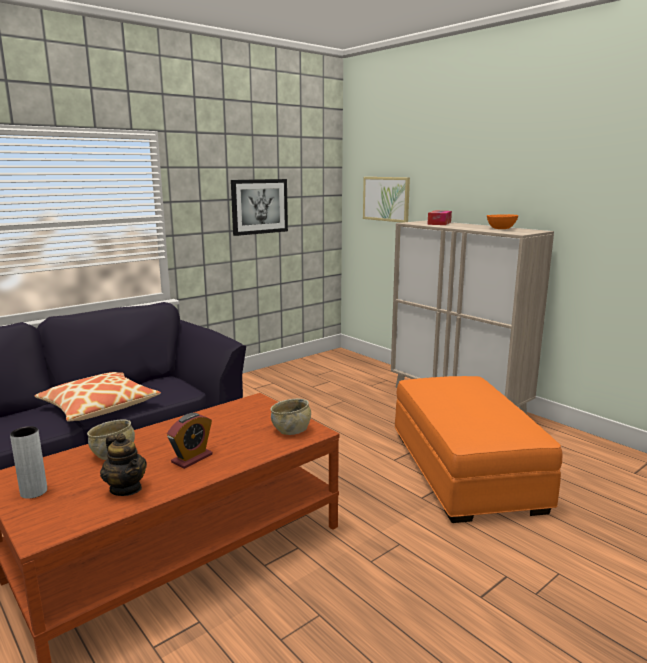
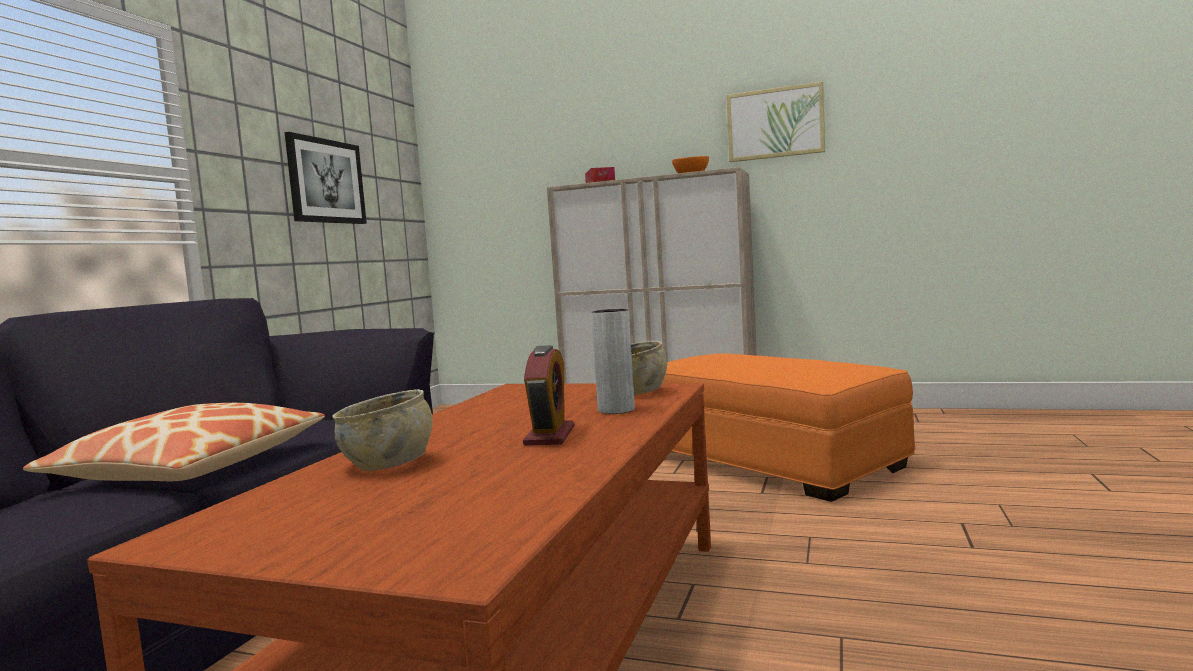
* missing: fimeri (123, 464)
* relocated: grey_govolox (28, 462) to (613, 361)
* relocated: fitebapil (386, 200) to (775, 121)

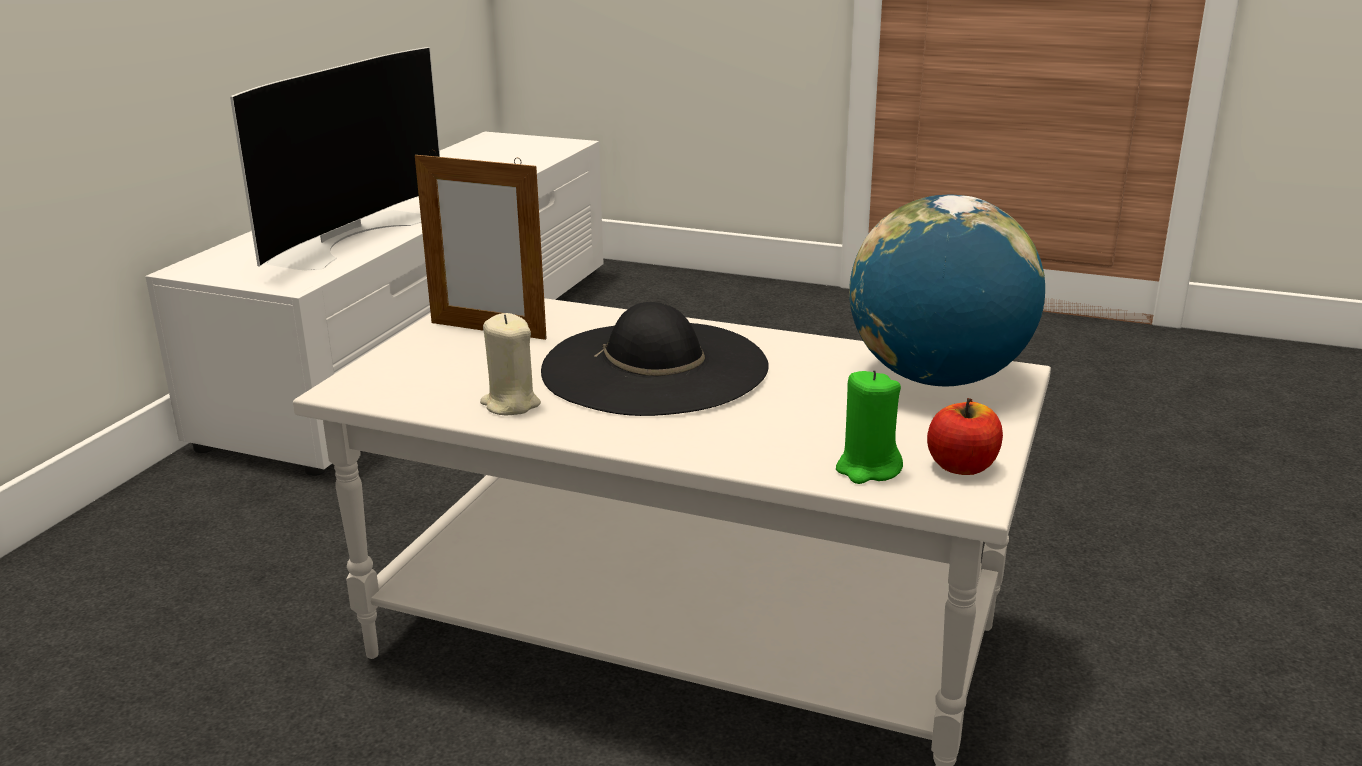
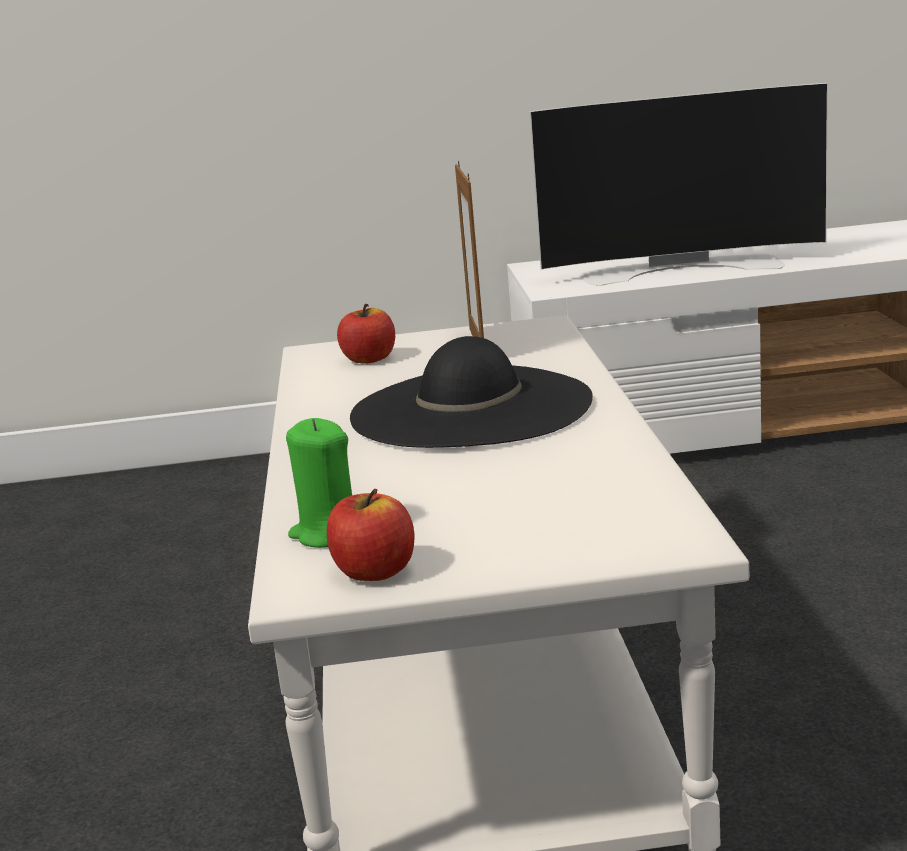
* missing: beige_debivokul (510, 364)
* missing: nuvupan (947, 290)
* appeared: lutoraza (366, 333)

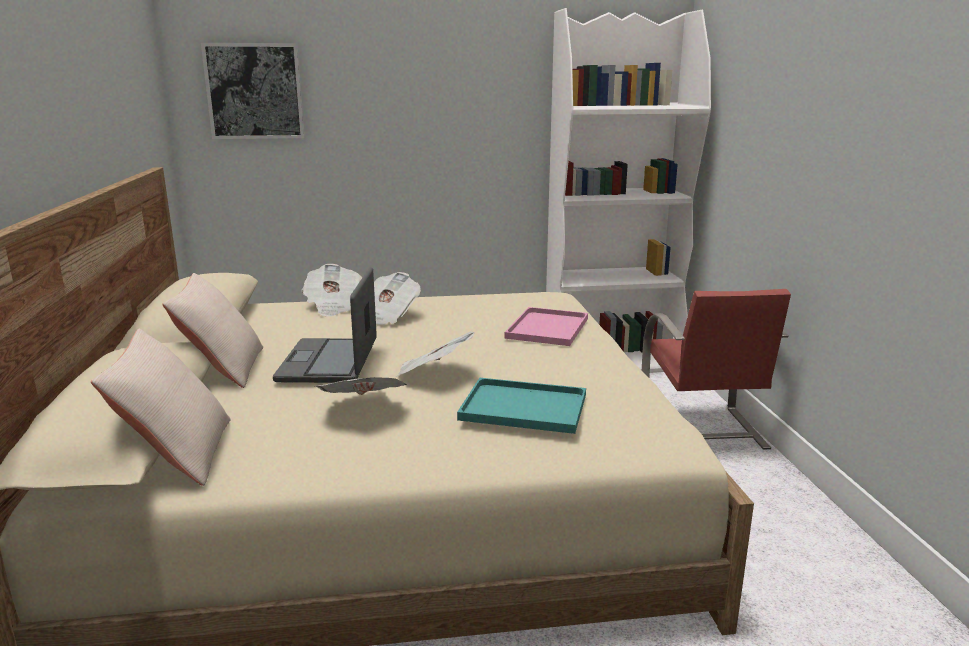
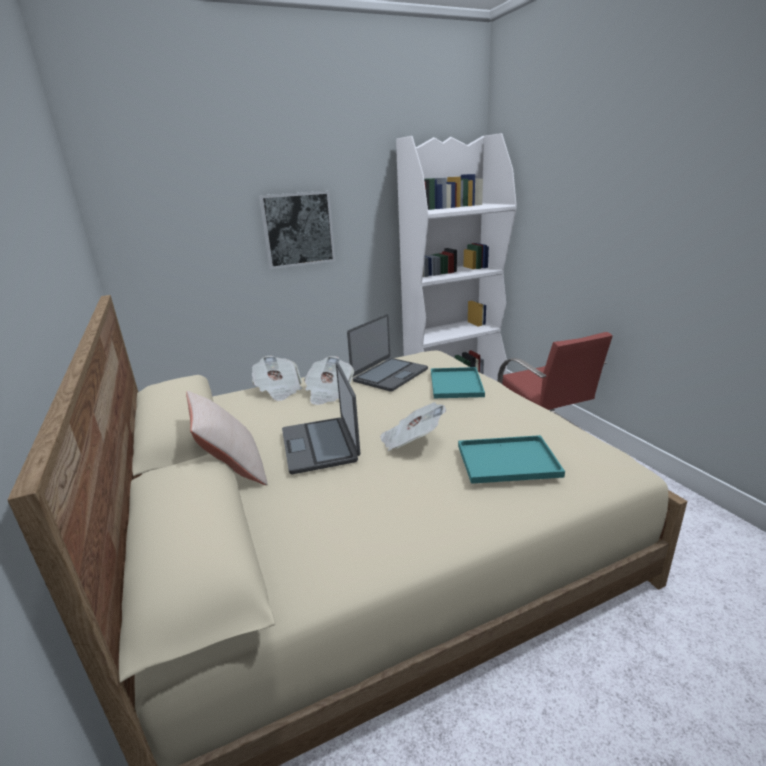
* missing: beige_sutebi (160, 407)
* missing: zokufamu (361, 386)
* appeared: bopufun (387, 353)
* relocated: fitebapil (253, 91) to (297, 230)
* colour: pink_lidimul (546, 326) to turquoise_lidimul (458, 382)

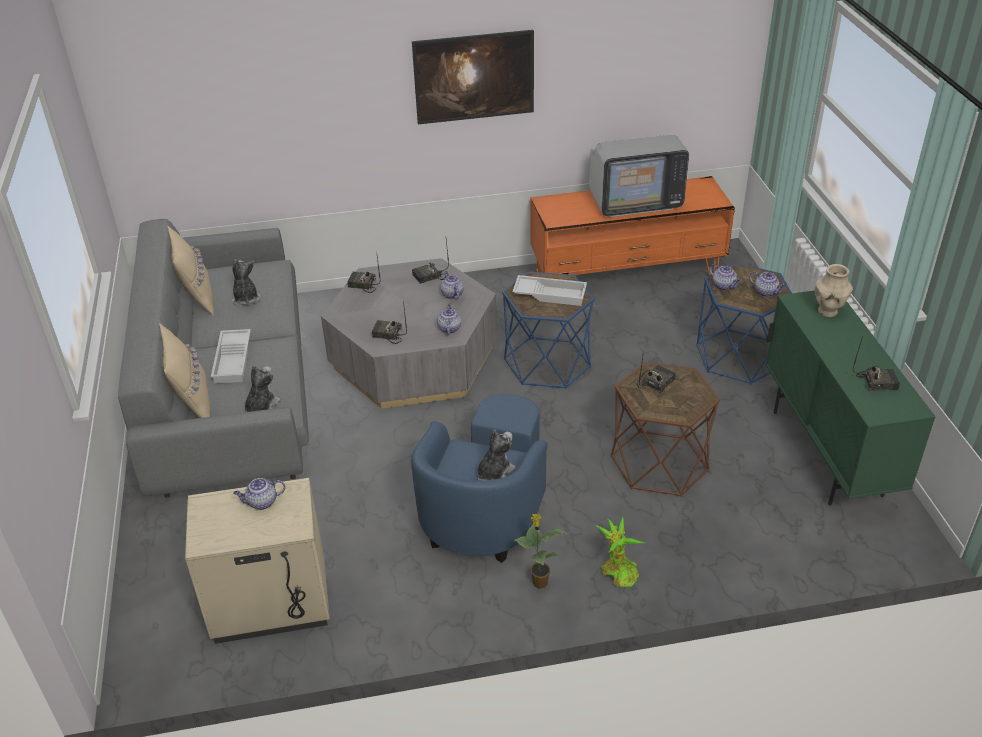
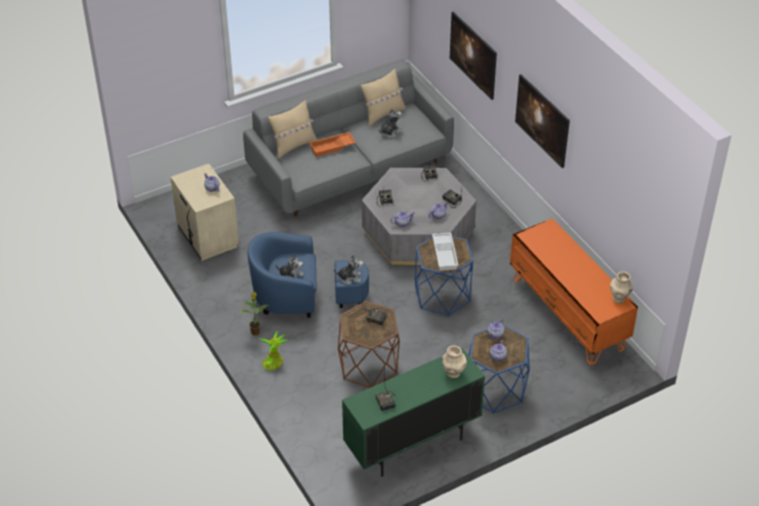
* missing: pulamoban (639, 176)
* appeared: fitebapil (473, 56)
* appeared: beige_govolox (621, 287)
* relocated: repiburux (262, 388) to (348, 270)
* colour: white_lidimul (231, 356) to orange_lidimul (332, 144)

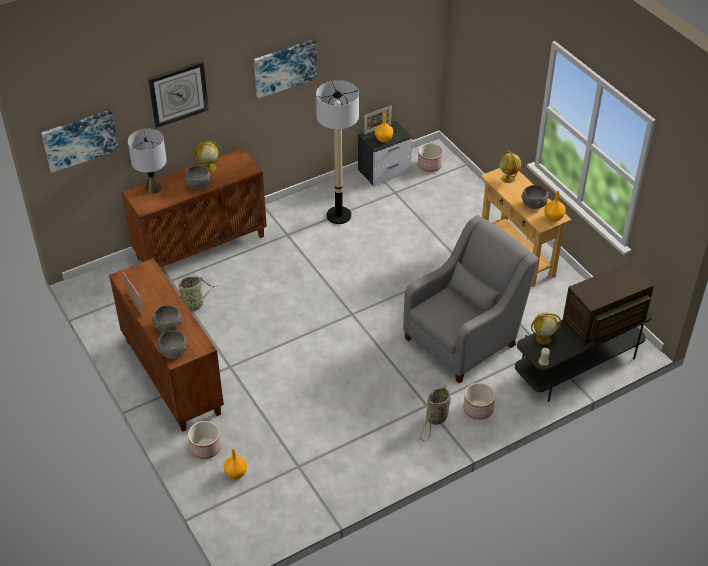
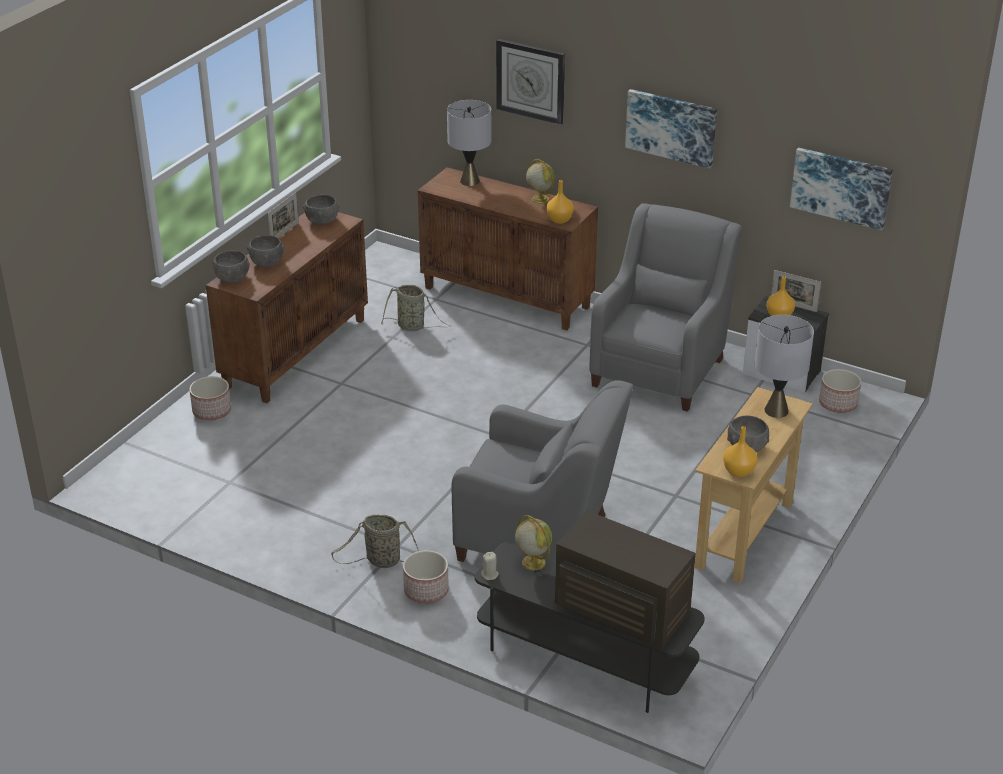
* relocated: fitebapil (80, 141) to (841, 189)
* relocated: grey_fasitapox (198, 177) to (321, 209)
* relocated: orange_govolox (235, 464) to (560, 202)
* exchanged: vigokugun (337, 152) to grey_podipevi (665, 307)
* exchanged: nuvupan (510, 166) to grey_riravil (784, 366)

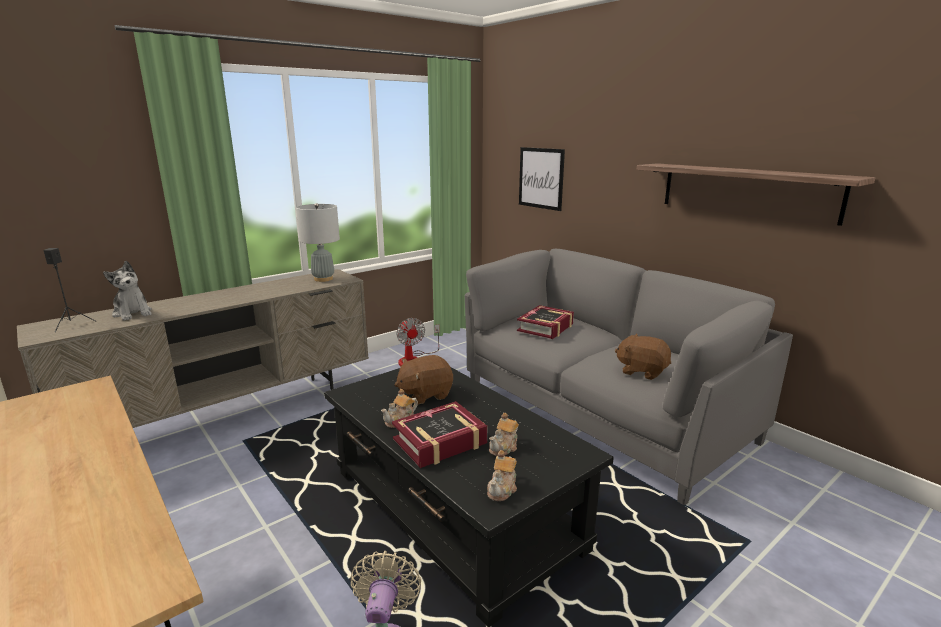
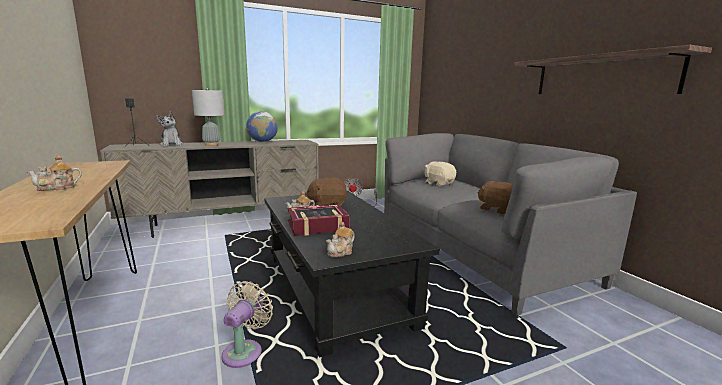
* missing: fitebapil (542, 179)
* appeared: nuvupan (262, 126)
* relocated: grey_riravil (318, 242) to (208, 117)
* relocated: fimeri (504, 434) to (54, 173)
* exchanged: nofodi (545, 322) to beige_repiburux (440, 174)

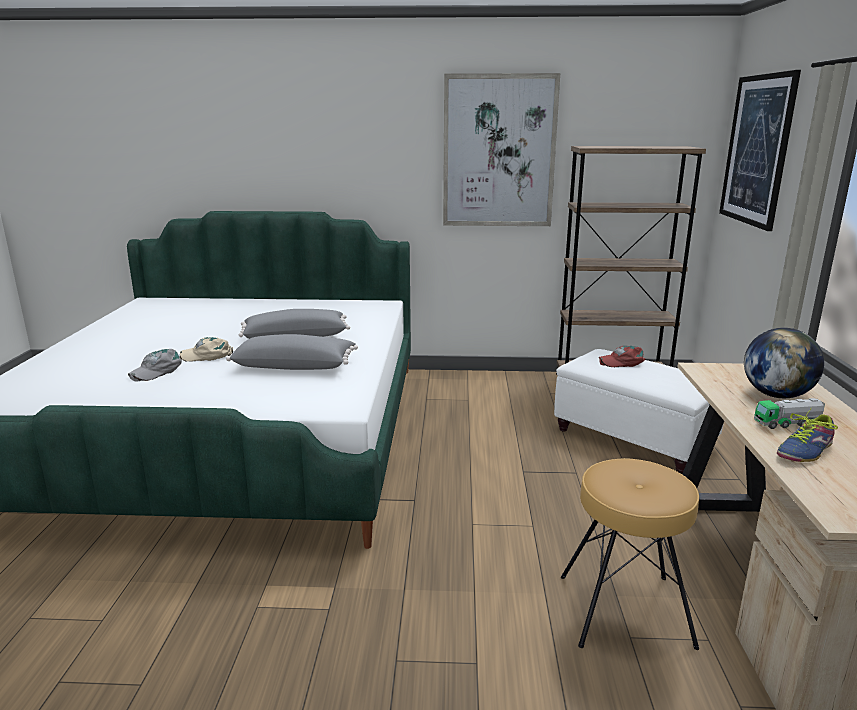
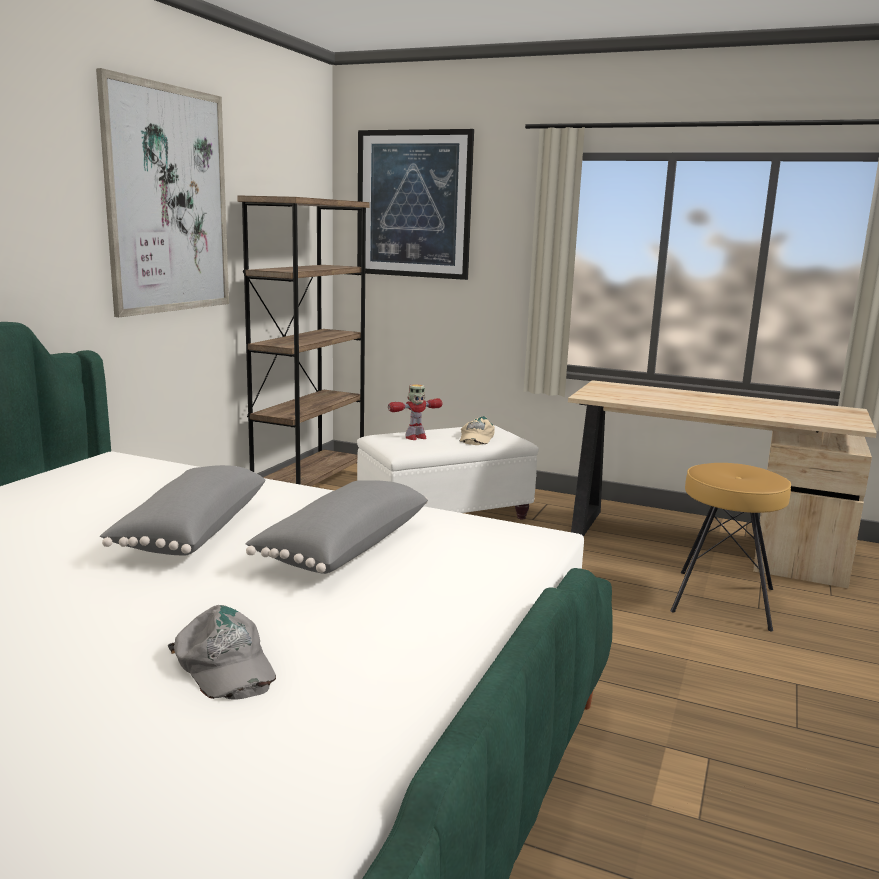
* missing: nuvupan (784, 363)
* missing: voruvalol (789, 413)
* missing: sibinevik (807, 435)
* relocated: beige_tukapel (206, 349) to (477, 430)
* exchanged: red_tukapel (622, 356) to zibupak (415, 412)

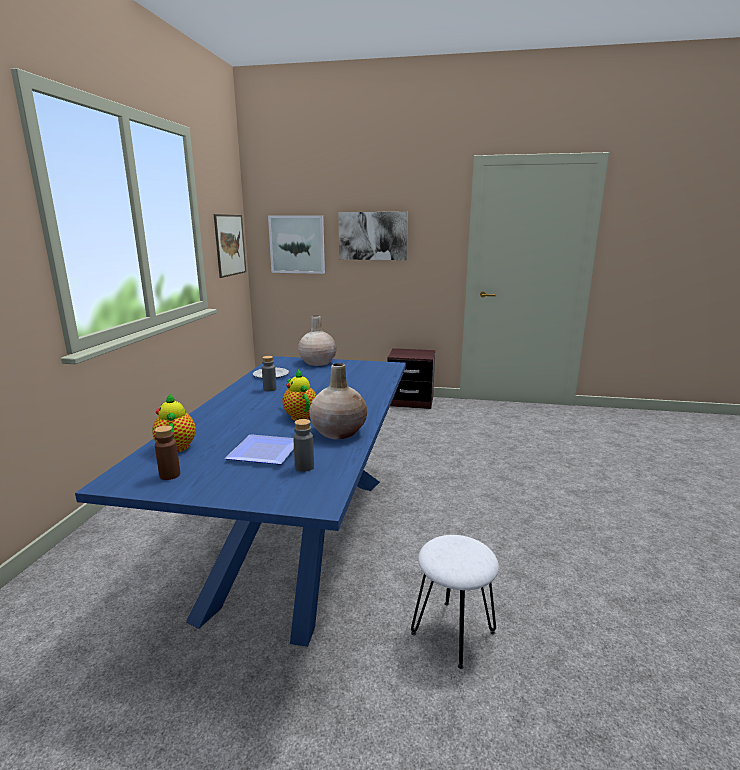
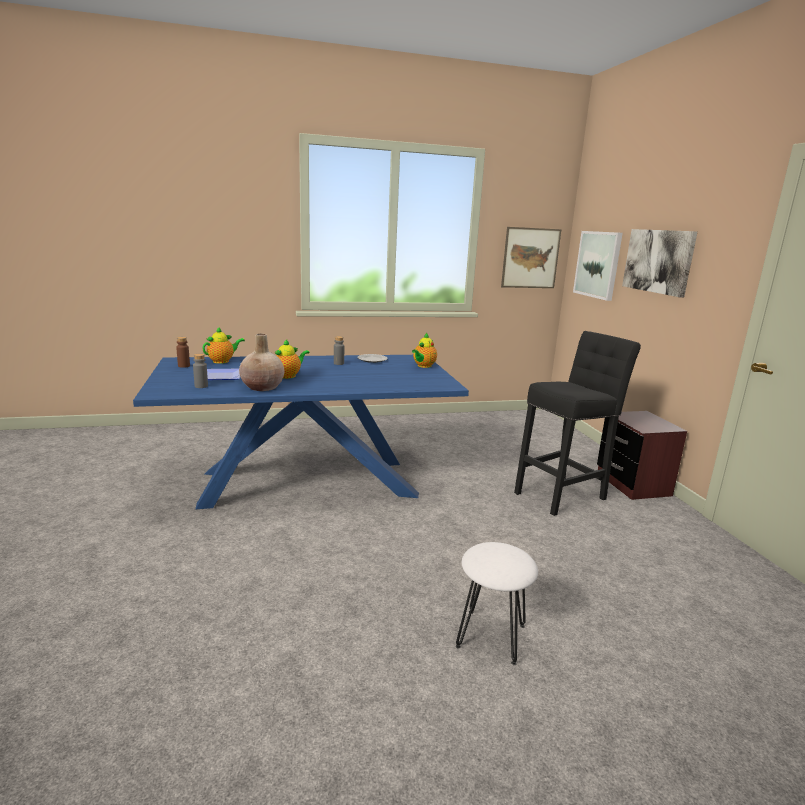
* appeared: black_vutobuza (577, 423)
* relocated: white_vutobuza (455, 602) to (497, 603)
* exchanged: beige_govolox (317, 340) to fimeri (424, 350)

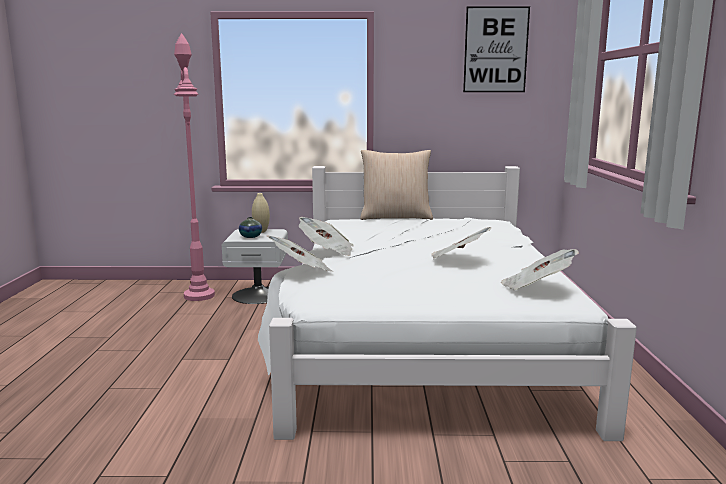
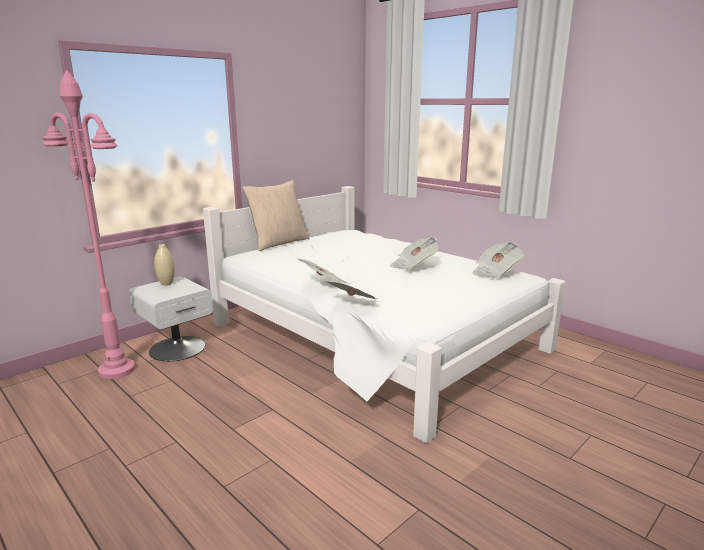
* missing: govolox (250, 227)
* missing: fitebapil (496, 49)

